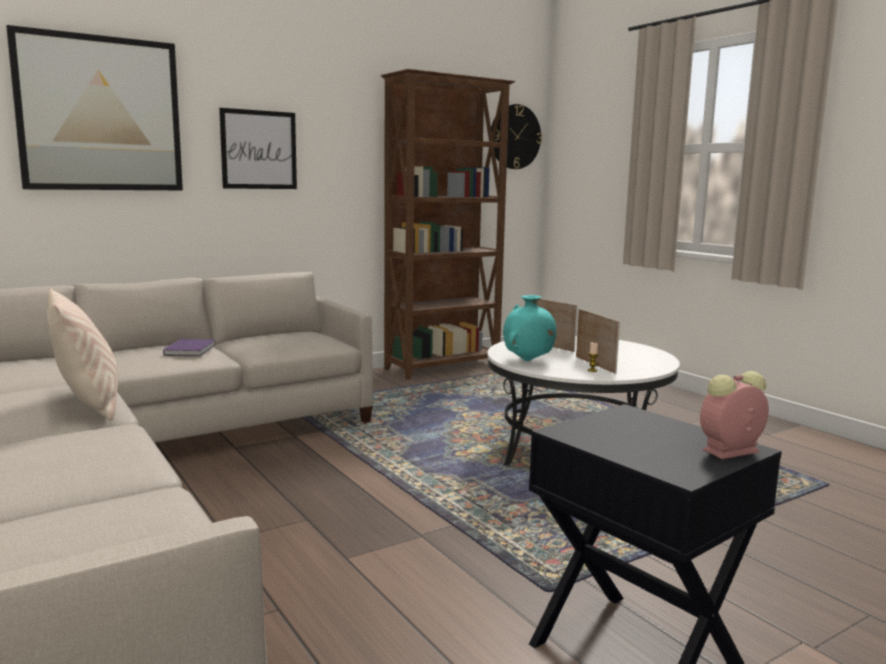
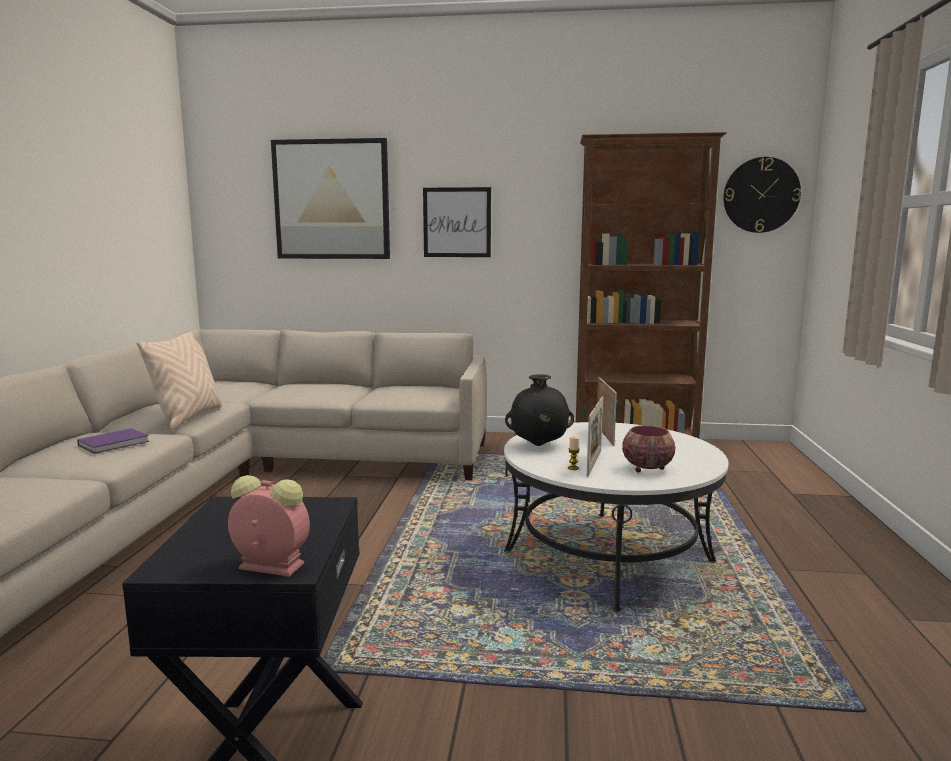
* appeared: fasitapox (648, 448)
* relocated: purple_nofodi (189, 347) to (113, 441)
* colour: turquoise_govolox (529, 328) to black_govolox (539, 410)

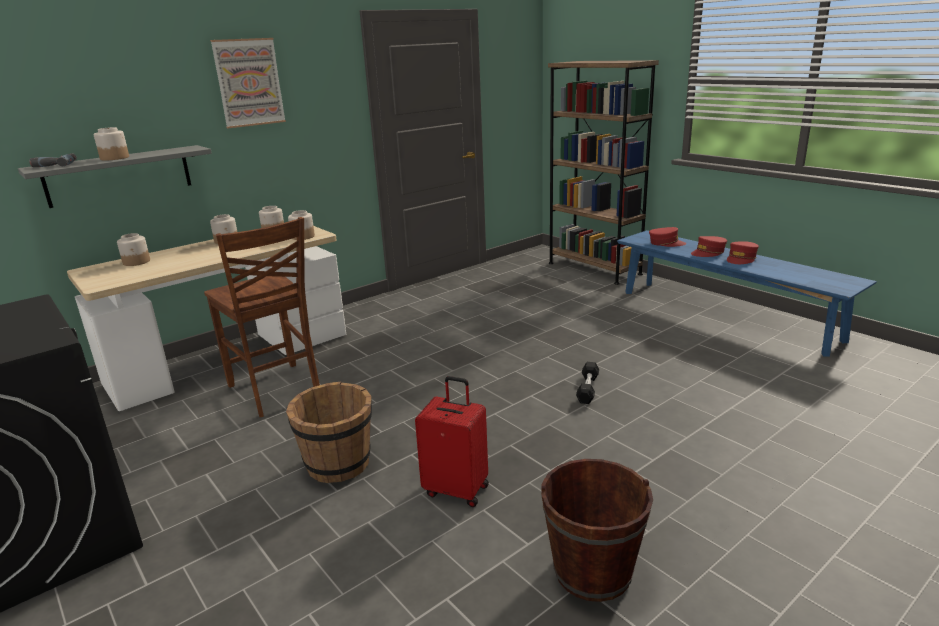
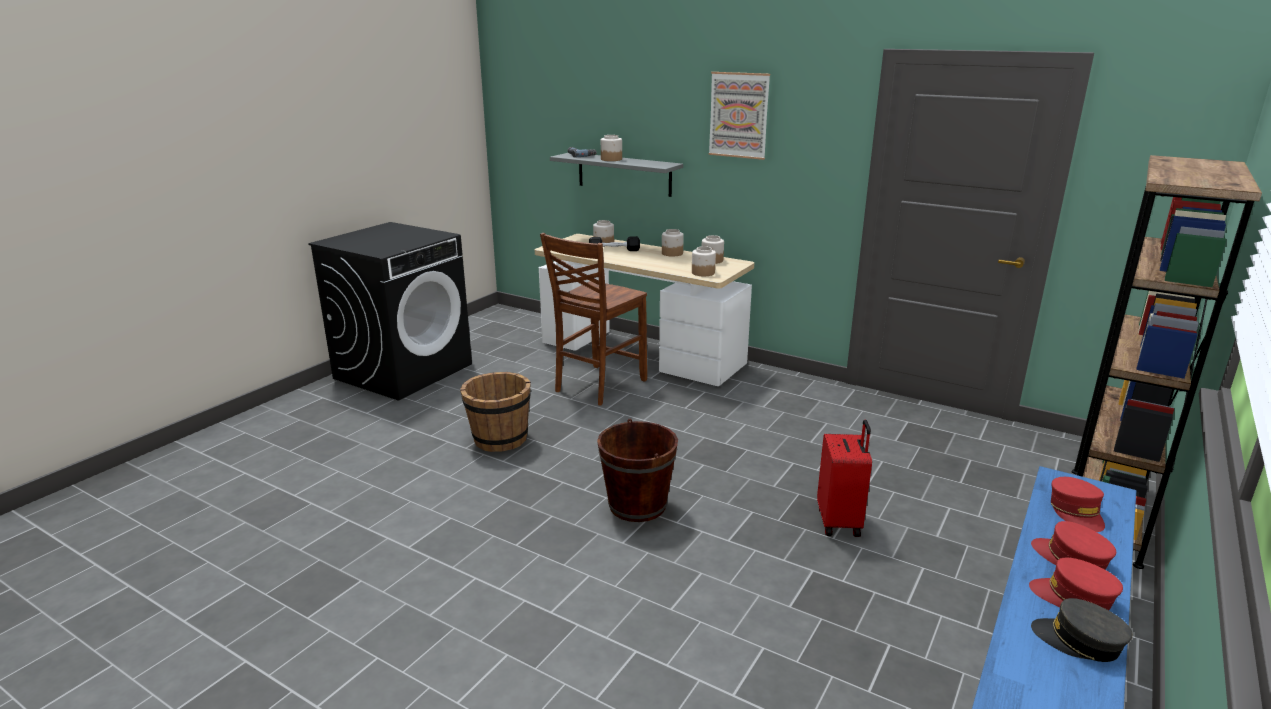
* appeared: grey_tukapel (1082, 630)
* relocated: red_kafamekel (452, 441) to (844, 478)
* relocated: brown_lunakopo (597, 530) to (637, 470)
* relocated: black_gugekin (587, 383) to (614, 243)

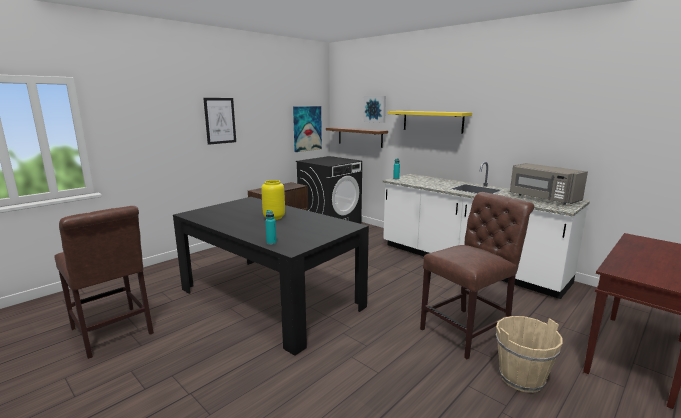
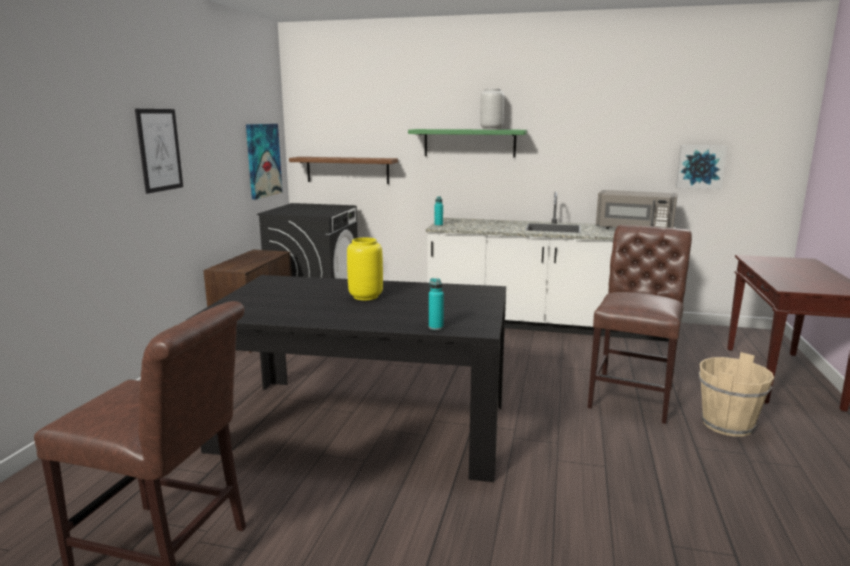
* appeared: grey_govolox (492, 109)
* relocated: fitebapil (374, 109) to (702, 167)
* colour: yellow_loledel (430, 122) to green_loledel (467, 143)

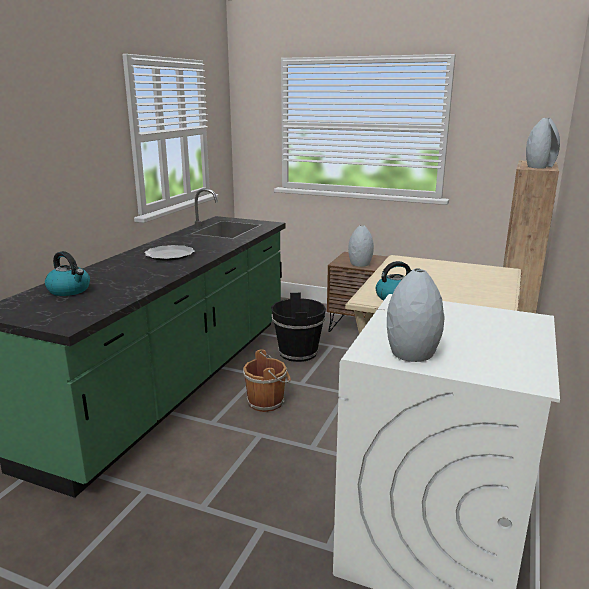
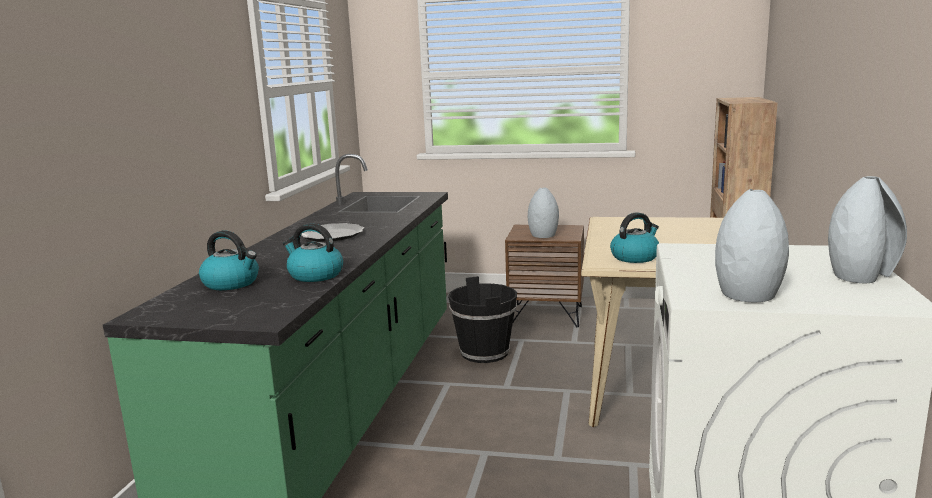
* missing: brown_lunakopo (267, 380)
* appeared: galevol (313, 253)
* relocated: grey_govolox (543, 143) to (867, 229)

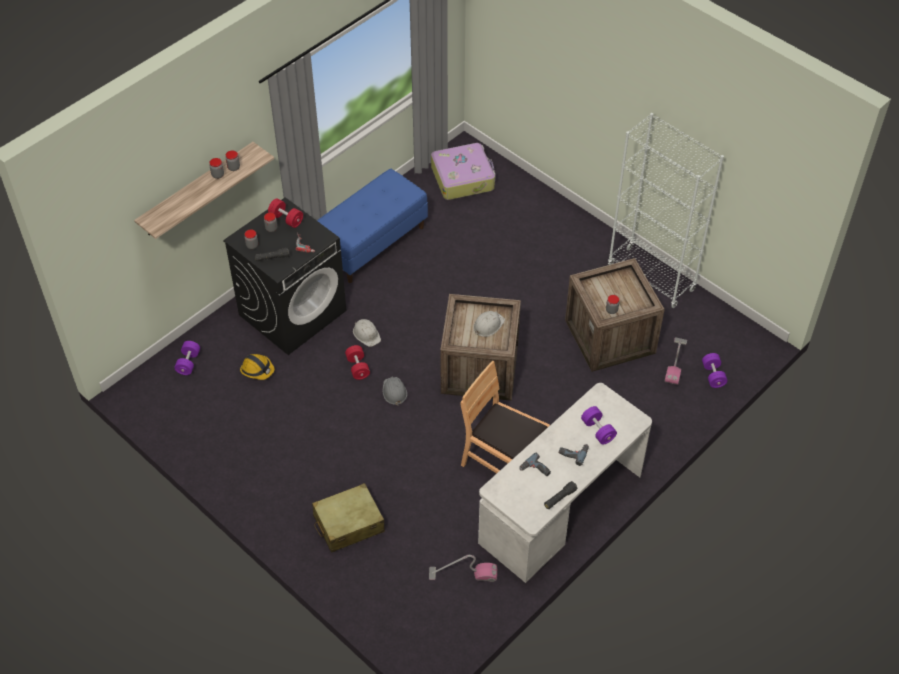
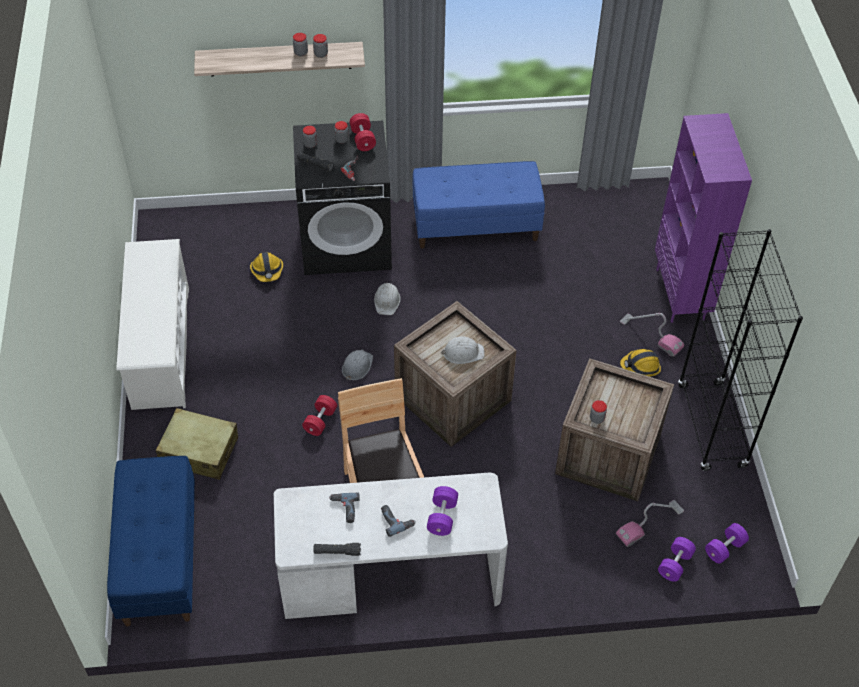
* missing: kafamekel (463, 171)
* appeared: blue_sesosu (151, 541)
* appeared: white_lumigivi (152, 324)
* appeared: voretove (640, 363)
* appeared: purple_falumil (703, 218)
* relocated: purple_gugekin (187, 358) to (727, 543)
* relocated: red_gugekin (357, 362) to (319, 415)
* relocated: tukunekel (463, 568) to (652, 335)
* colour: white_falumil (666, 210) to black_falumil (740, 350)

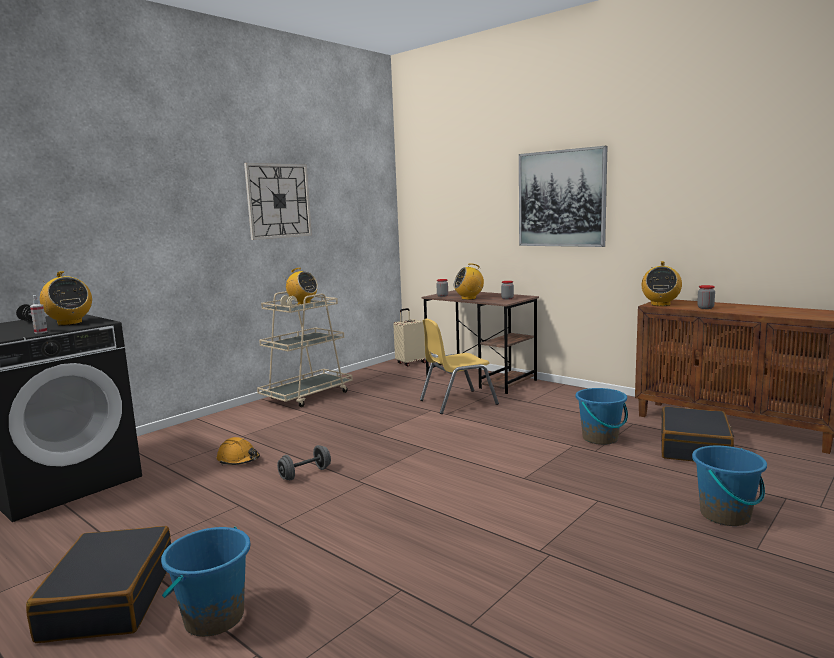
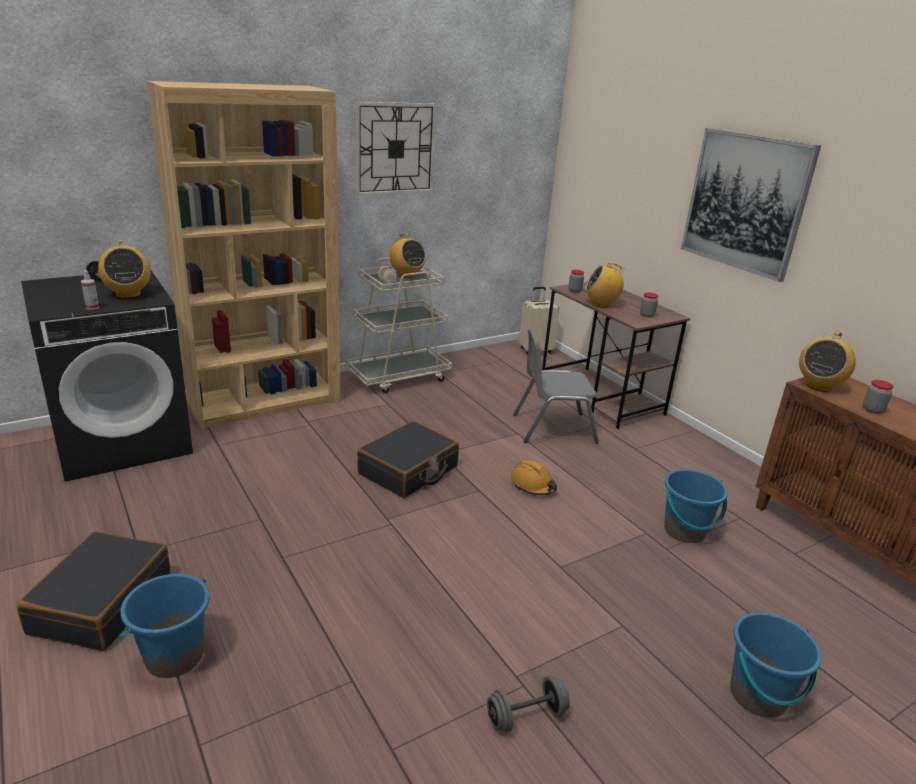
* appeared: brown_falumil (244, 254)
* relocated: orange_voretove (238, 451) to (534, 478)
* relocated: grey_gugekin (304, 462) to (528, 704)
* relocated: black_kafamekel (697, 434) to (408, 459)
* colour: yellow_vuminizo (459, 366) to grey_vuminizo (556, 386)

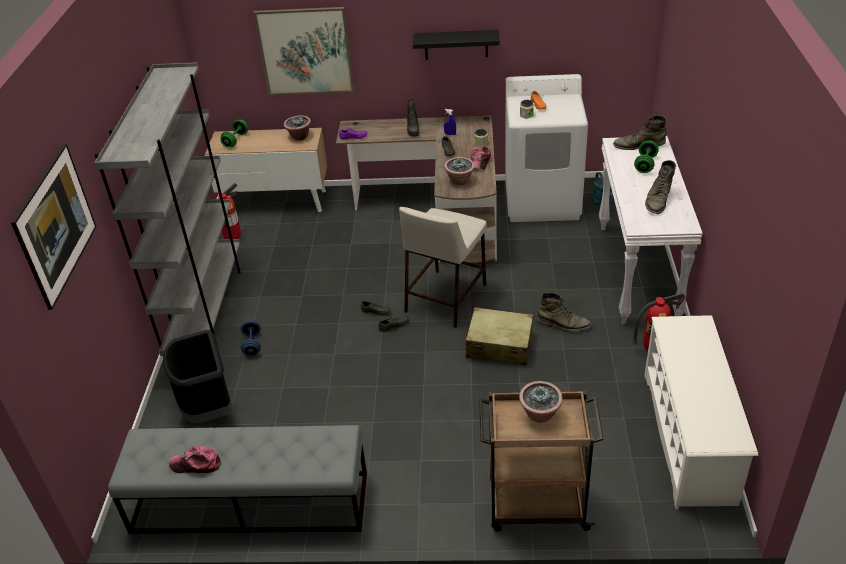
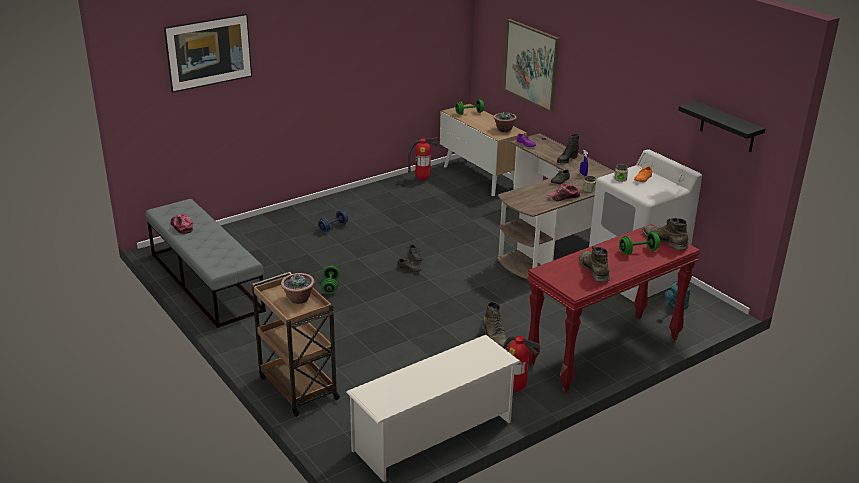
* missing: grey_falumil (167, 209)
* missing: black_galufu (197, 376)
* missing: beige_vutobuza (443, 267)
* missing: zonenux (459, 171)
* missing: beige_kafamekel (499, 336)
* appeared: green_gugekin (330, 280)
* relocated: black_loledel (456, 45) to (722, 126)
* colour: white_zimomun (651, 230) to red_zimomun (613, 308)
* spun: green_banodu (660, 187) = (595, 264) 90 degrees clockwise

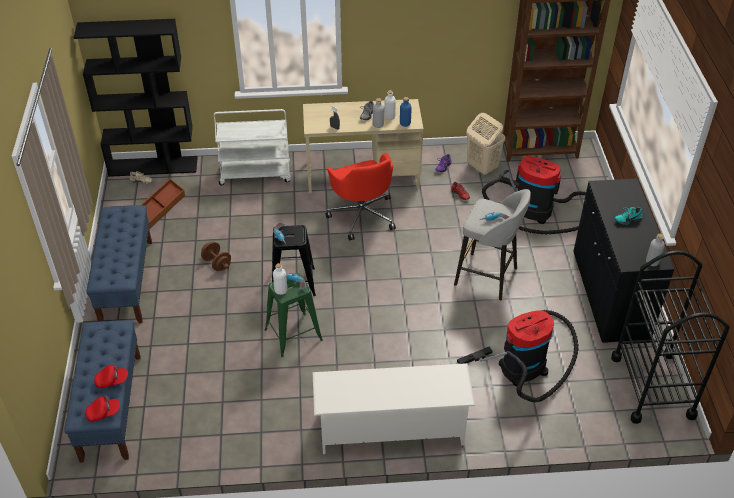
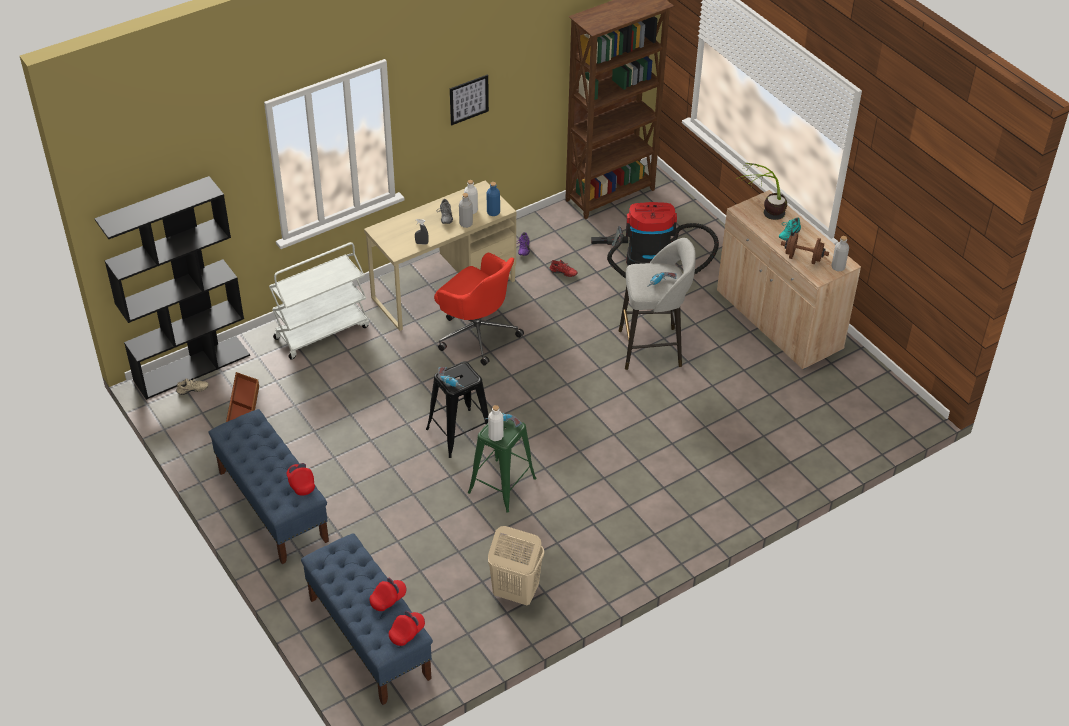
* missing: white_lumigivi (394, 408)
* missing: tukunekel (517, 356)
* missing: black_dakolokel (670, 337)
* appeared: red_tukapel (301, 479)
* appeared: fitebapil (469, 100)
* appeared: zonenux (761, 191)
* relocated: brown_gugekin (216, 256) to (805, 248)
* relocated: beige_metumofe (485, 144) to (516, 565)
* colour: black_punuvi (624, 261) to beige_punuvi (789, 280)

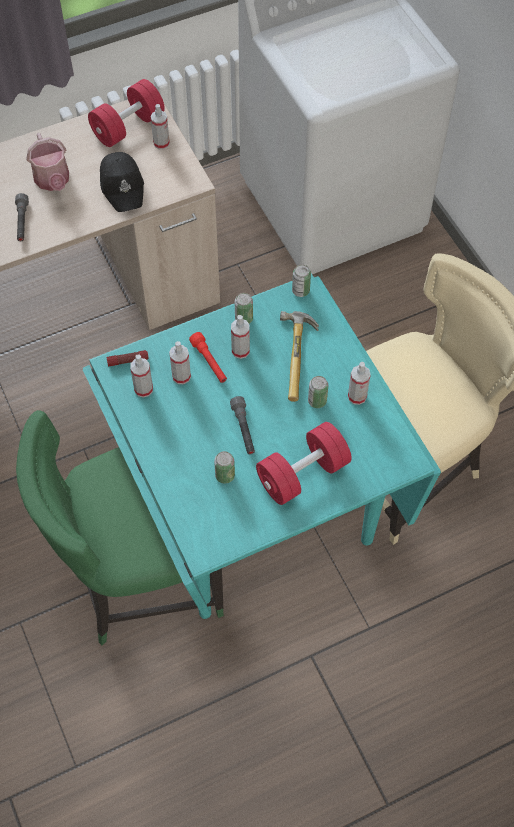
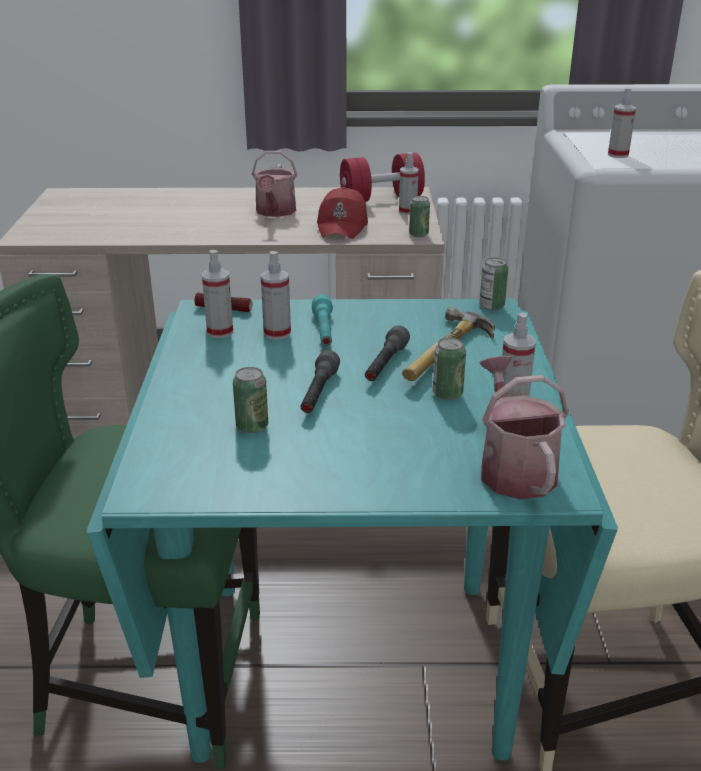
* missing: red_gugekin (304, 463)
* appeared: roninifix (524, 427)
* relocated: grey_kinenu (22, 217) to (387, 353)
* relocated: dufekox (240, 337) to (622, 123)
* relocated: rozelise (244, 308) to (419, 216)
* colour: black_tukapel (122, 182) to red_tukapel (342, 213)
* colour: red_kinenu (208, 357) to turquoise_kinenu (322, 320)

